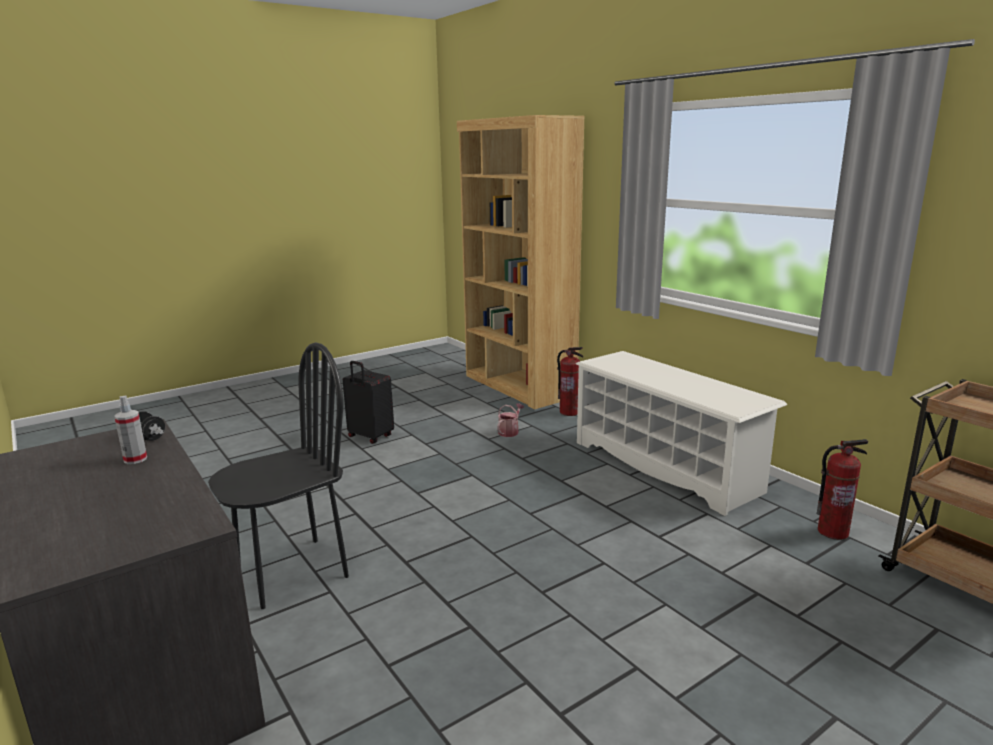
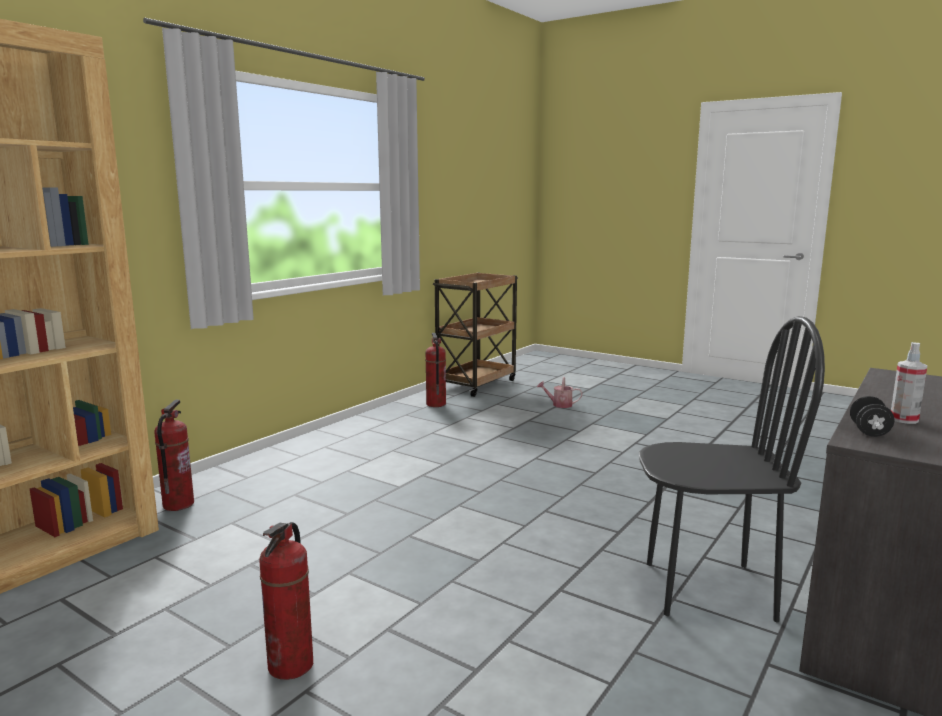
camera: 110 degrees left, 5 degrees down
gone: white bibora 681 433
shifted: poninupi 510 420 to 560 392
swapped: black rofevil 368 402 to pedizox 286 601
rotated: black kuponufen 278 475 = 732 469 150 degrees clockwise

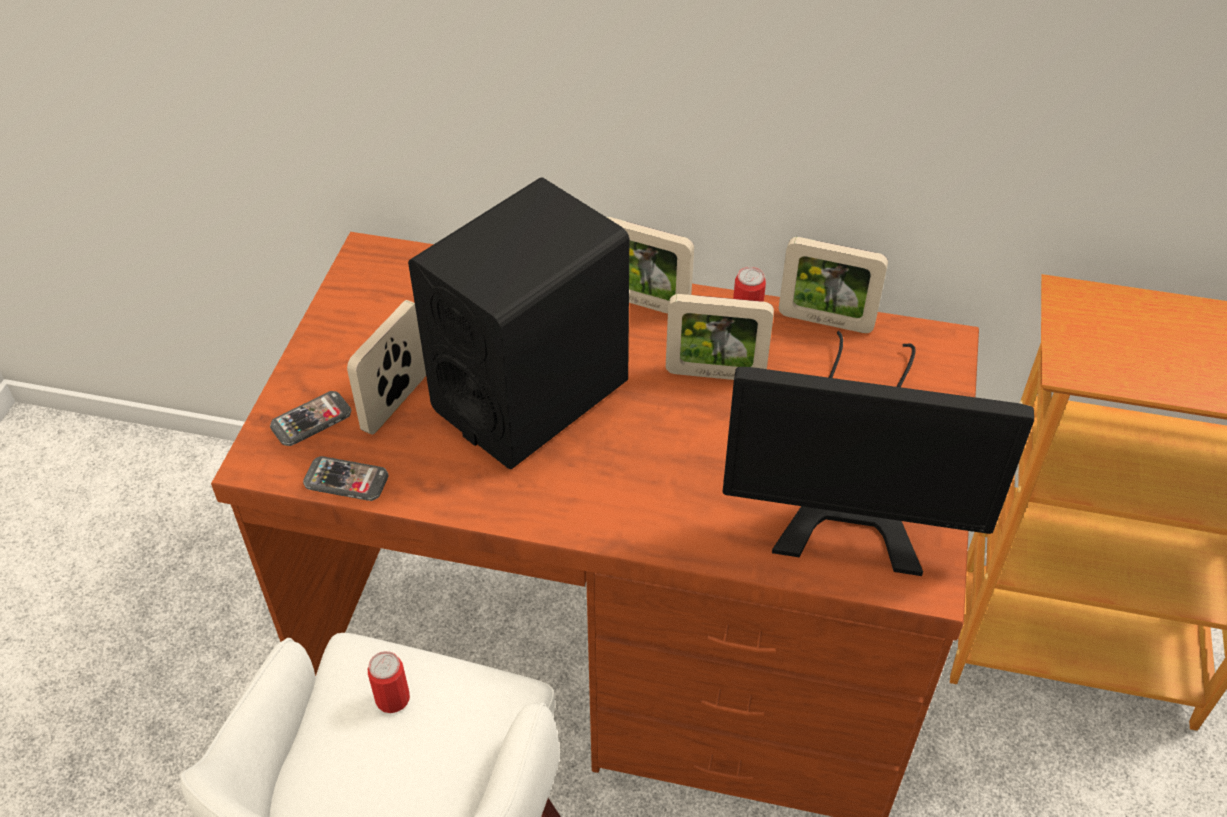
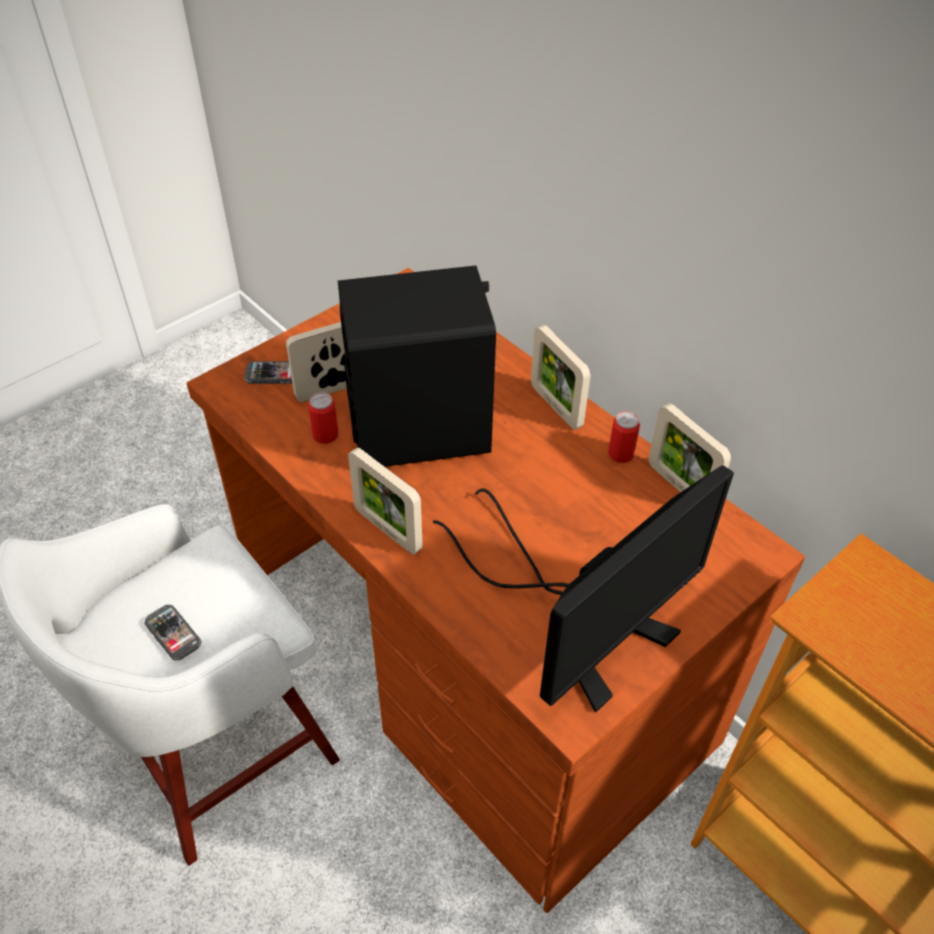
camera: 35 degrees right, 0 degrees up
shifted: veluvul 345 478 to 173 632; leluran 389 682 to 323 418; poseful 720 337 to 385 501
rotated: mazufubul 878 453 = 583 588 90 degrees counterclockwise

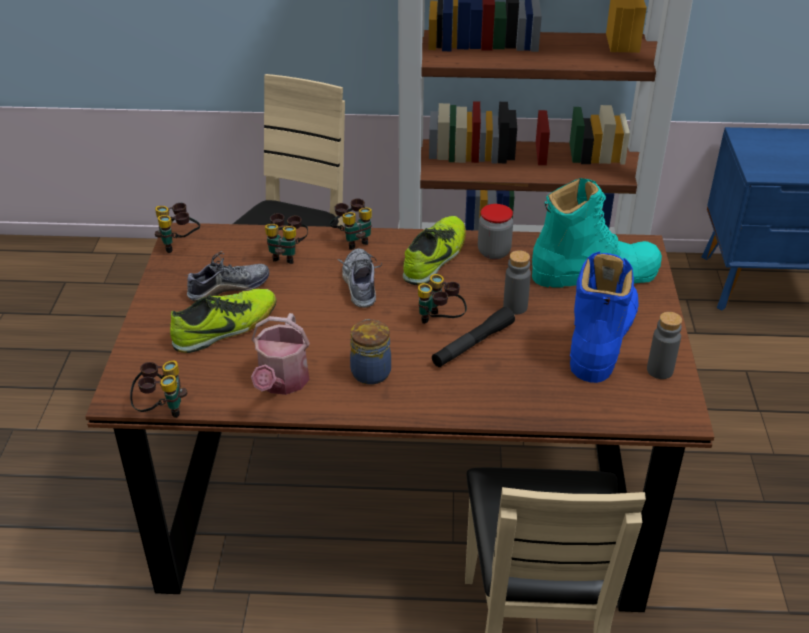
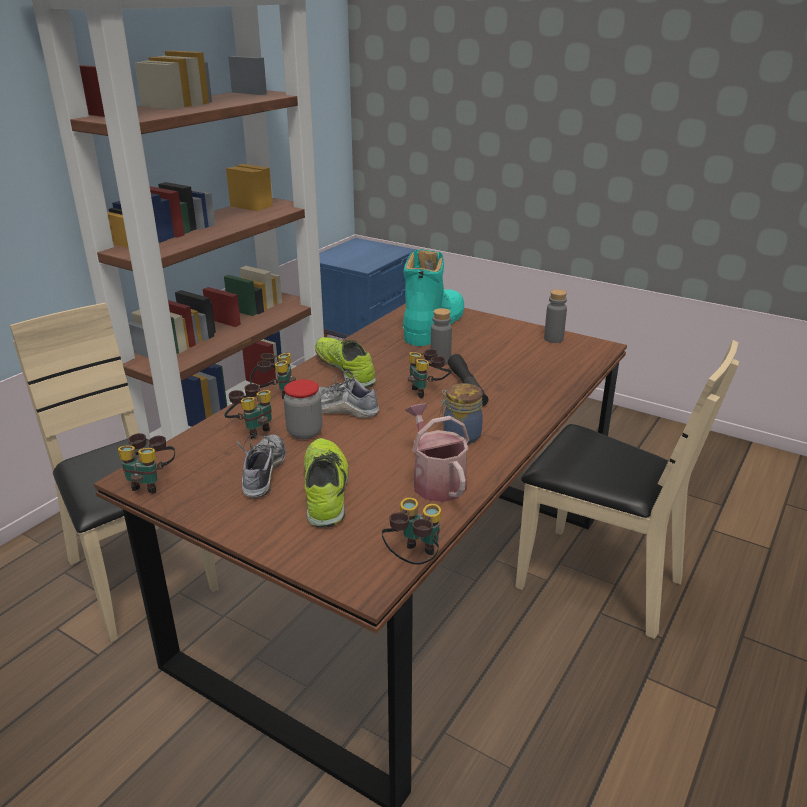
camera: 60 degrees left, 10 degrees down
gone: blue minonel 604 317
shifted: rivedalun 495 231 to 303 409
rotated: poninupi 280 354 = 437 452 150 degrees counterclockwise

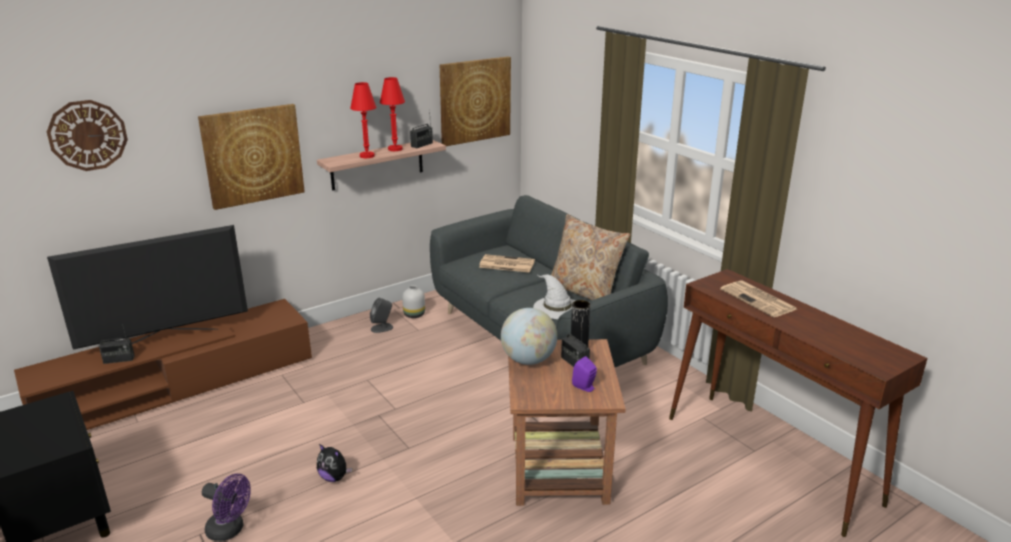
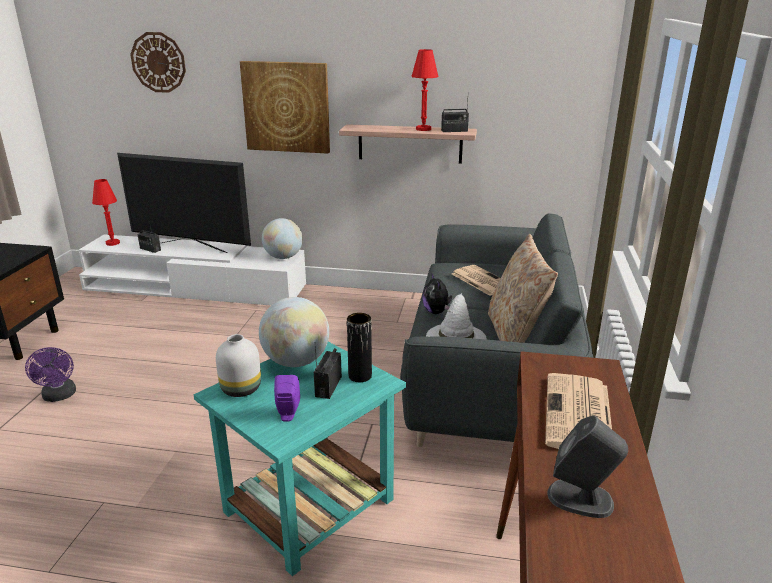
camera: 45 degrees right, 0 degrees up
gone: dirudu 475 101
new: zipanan 282 238
shifted: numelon 334 463 to 437 293; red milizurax 363 120 to 106 212; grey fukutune 381 315 to 587 467; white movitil 413 301 to 238 365
repainted: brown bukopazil 163 364 to white bukopazil 192 269; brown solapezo 567 422 to turquoise solapezo 299 459

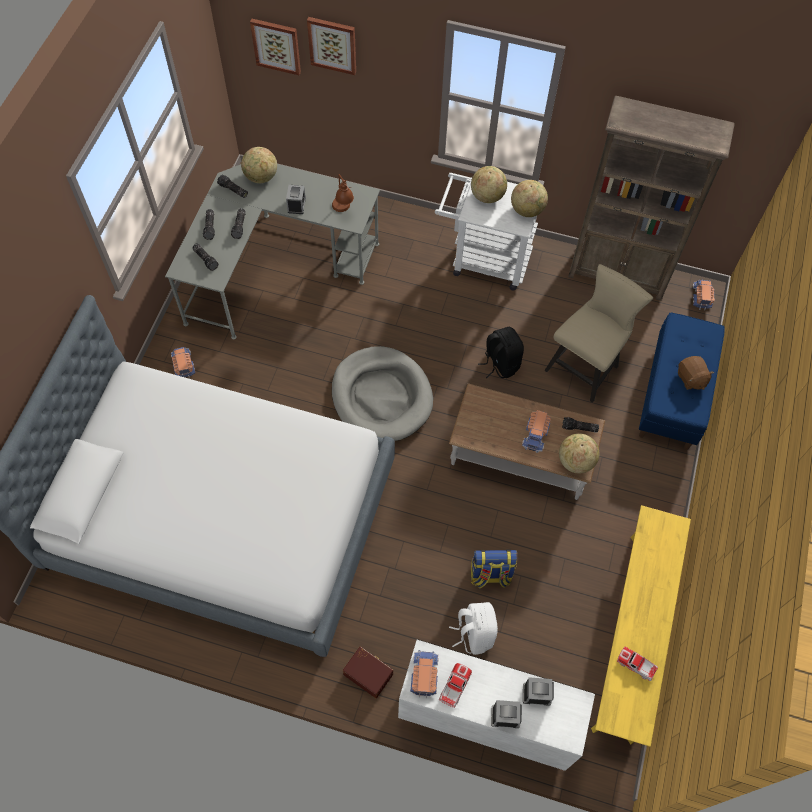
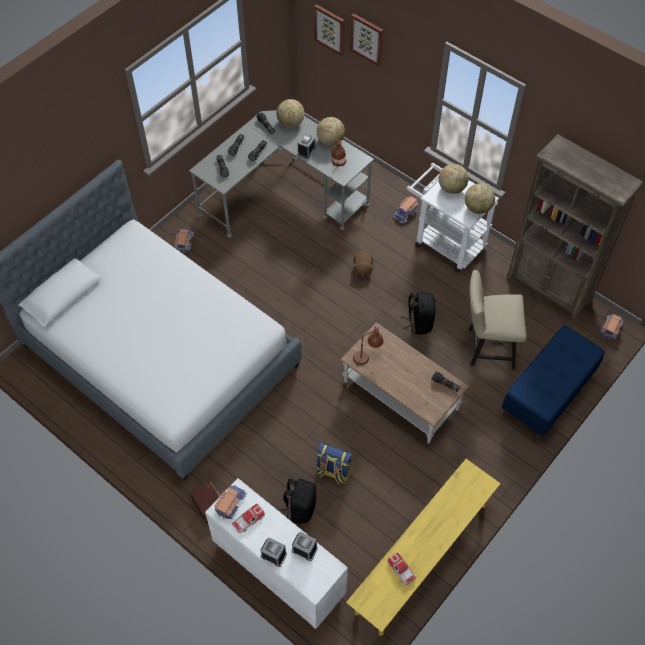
camera: 25 degrees right, 5 degrees down
gone: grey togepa 382 393
new: brown milizurax 368 346
shifted: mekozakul 536 431 to 405 209; zipanan 579 453 to 331 131; brown numelon 696 373 to 363 264
repainted: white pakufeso 473 628 to black pakufeso 297 501
rotated: beige kuponufen 599 333 = 498 320 150 degrees counterclockwise

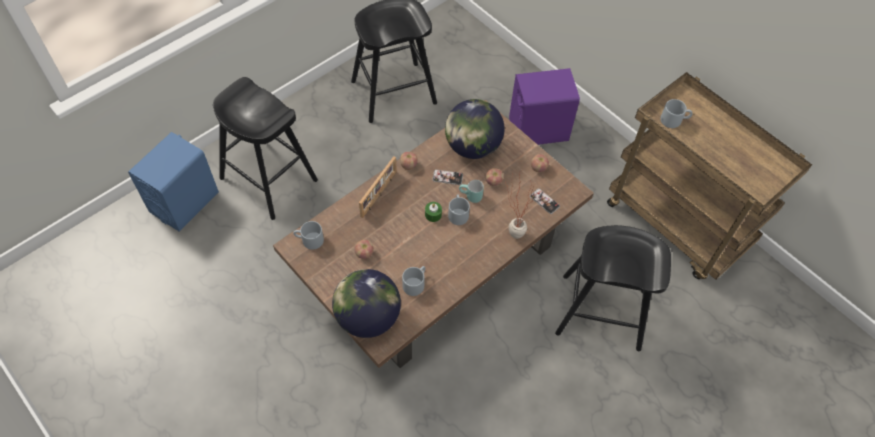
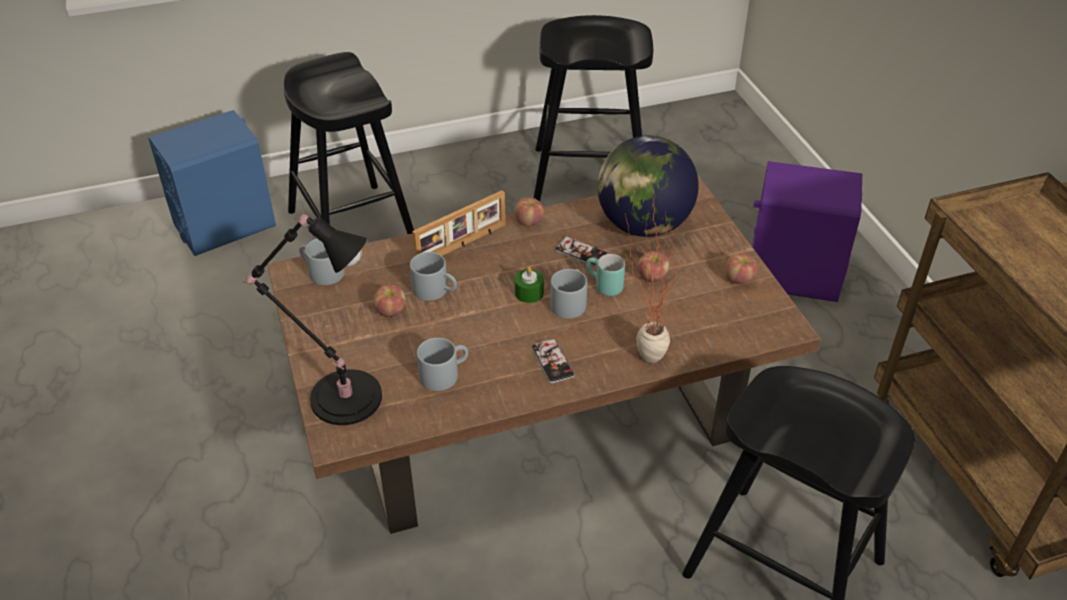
camera: 25 degrees right, 15 degrees down
shifted: veluvul 545 201 to 553 361; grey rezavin 676 113 to 433 276
swapped: zipanan 366 303 to black milizurax 312 319

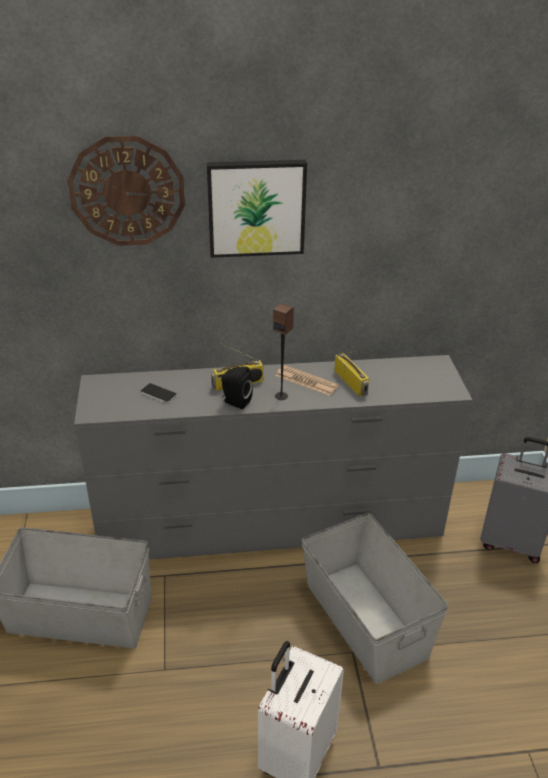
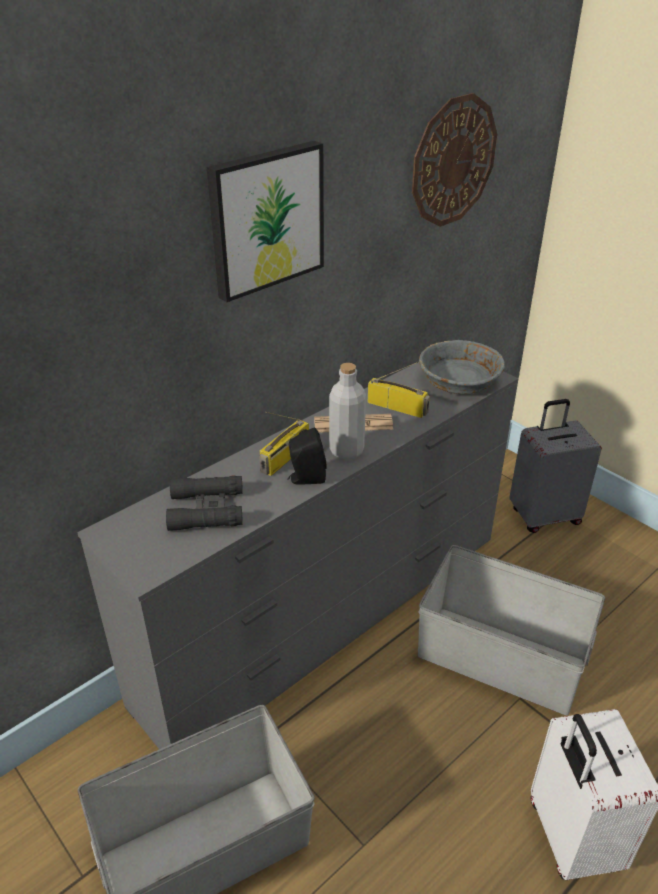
camera: 35 degrees left, 0 degrees up
new: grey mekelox 462 367
shifted: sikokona 126 191 to 454 160
swapped: veluvul 158 393 to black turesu 204 503; fukutune 283 351 to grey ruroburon 347 411

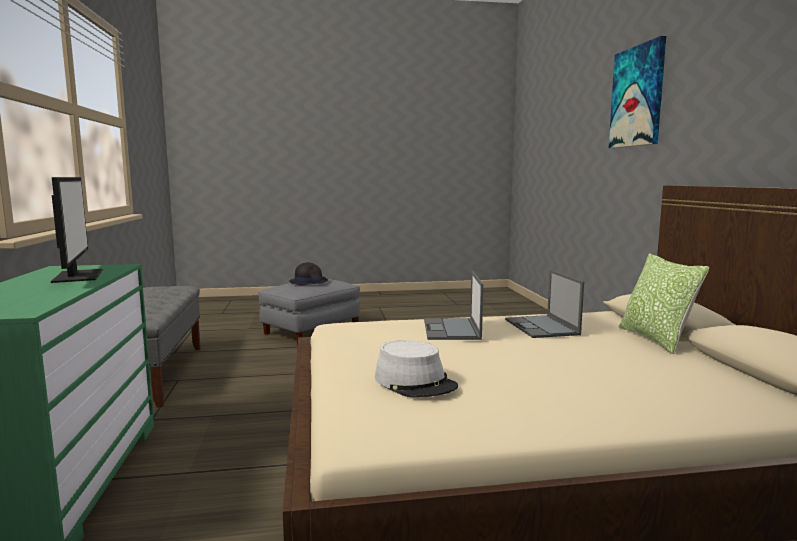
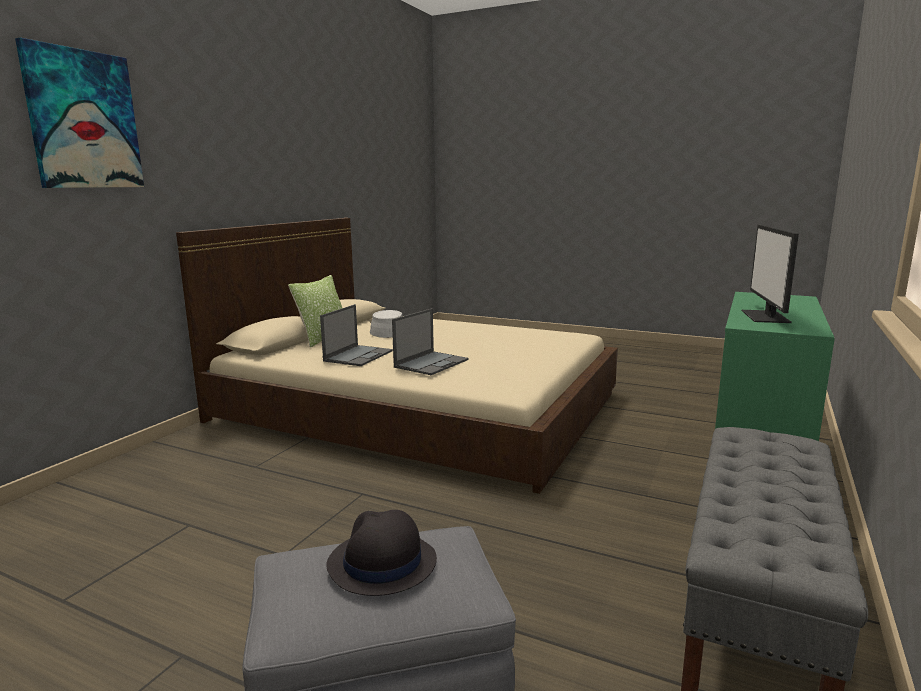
camera: 145 degrees left, 5 degrees up
shifted: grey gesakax 416 368 to 386 324

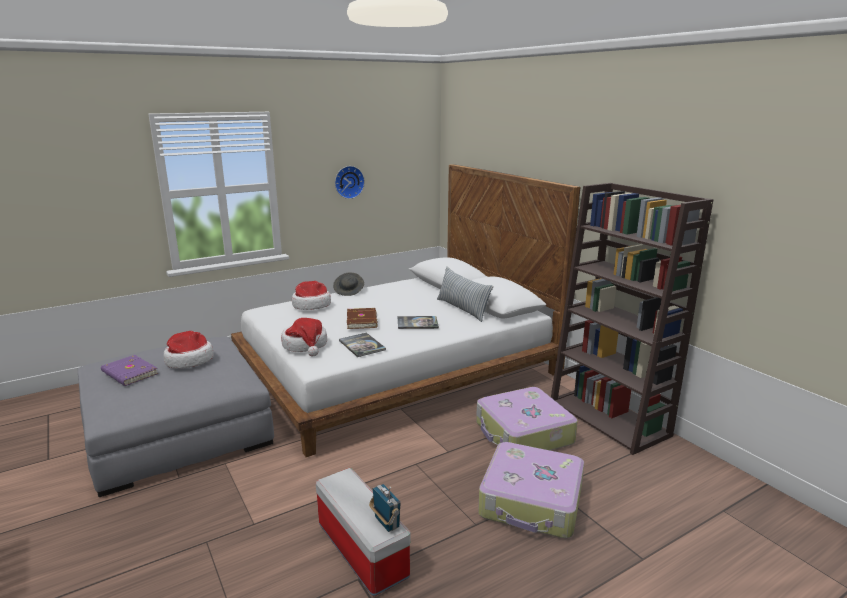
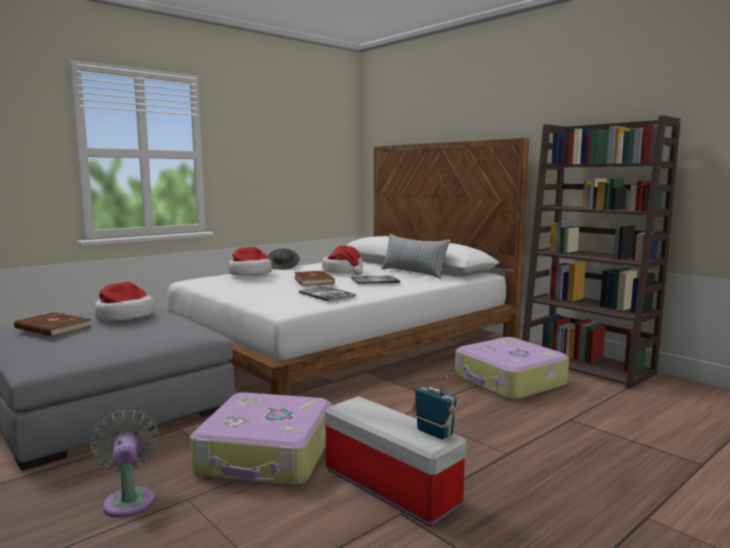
camera: 10 degrees left, 10 degrees down
gone: sikokona 350 182
new: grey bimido 125 464
shifted: gesakax 304 337 to 342 260; rofevil 531 490 to 261 439
repainted: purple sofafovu 130 370 to brown sofafovu 53 324

